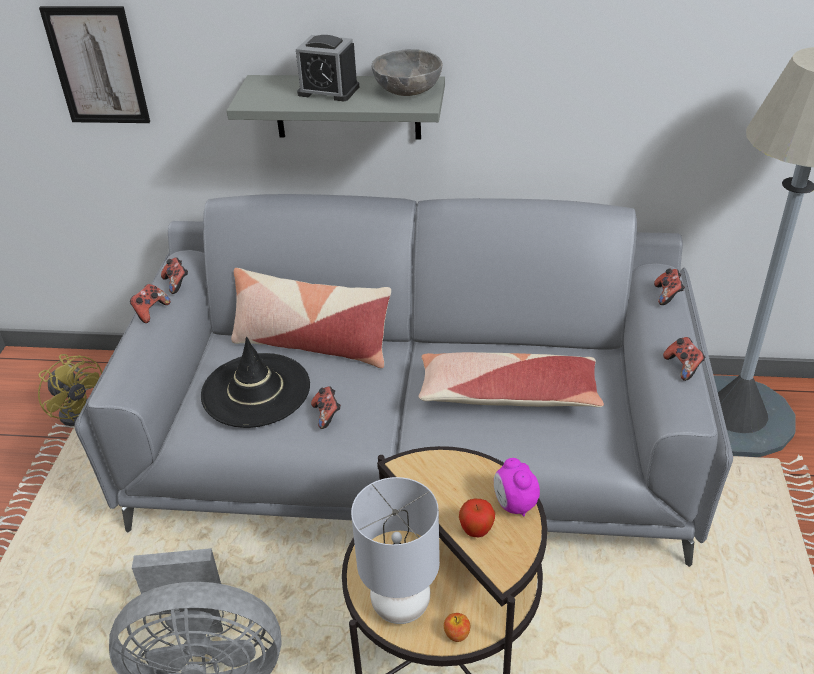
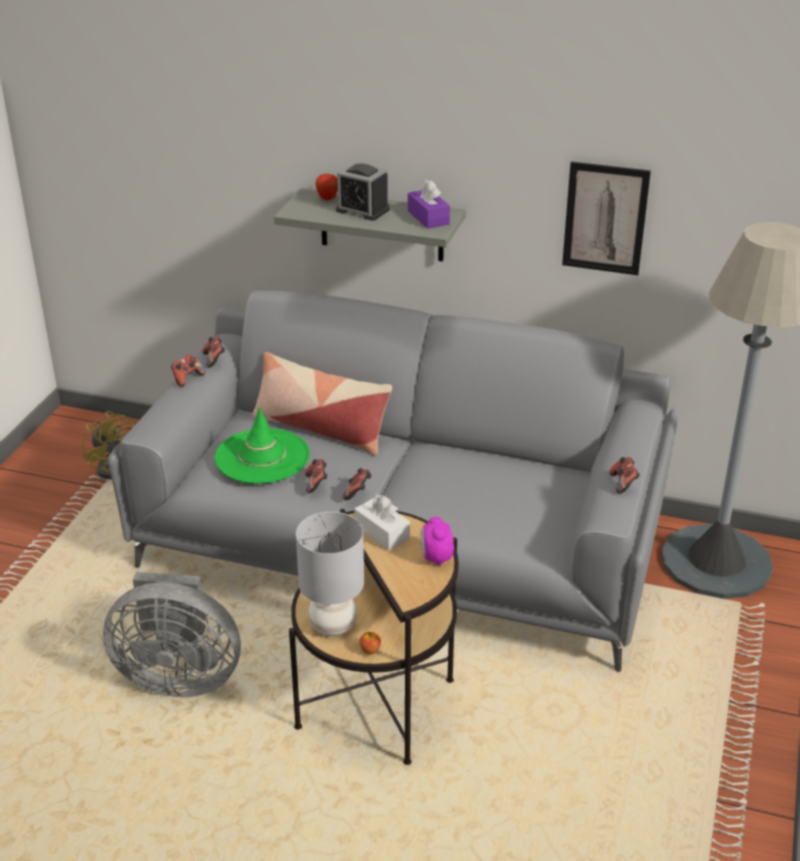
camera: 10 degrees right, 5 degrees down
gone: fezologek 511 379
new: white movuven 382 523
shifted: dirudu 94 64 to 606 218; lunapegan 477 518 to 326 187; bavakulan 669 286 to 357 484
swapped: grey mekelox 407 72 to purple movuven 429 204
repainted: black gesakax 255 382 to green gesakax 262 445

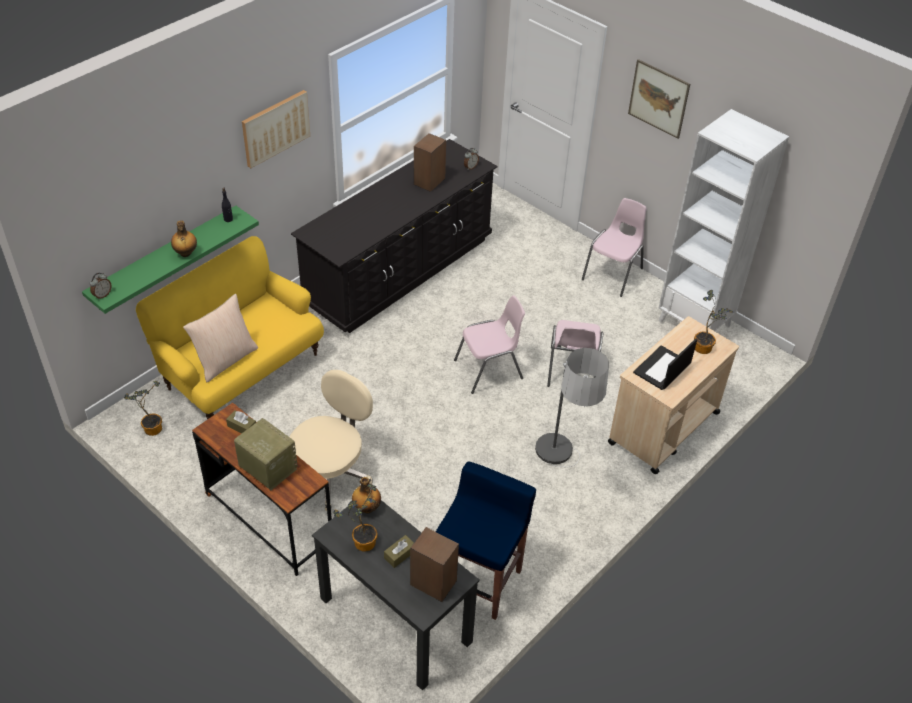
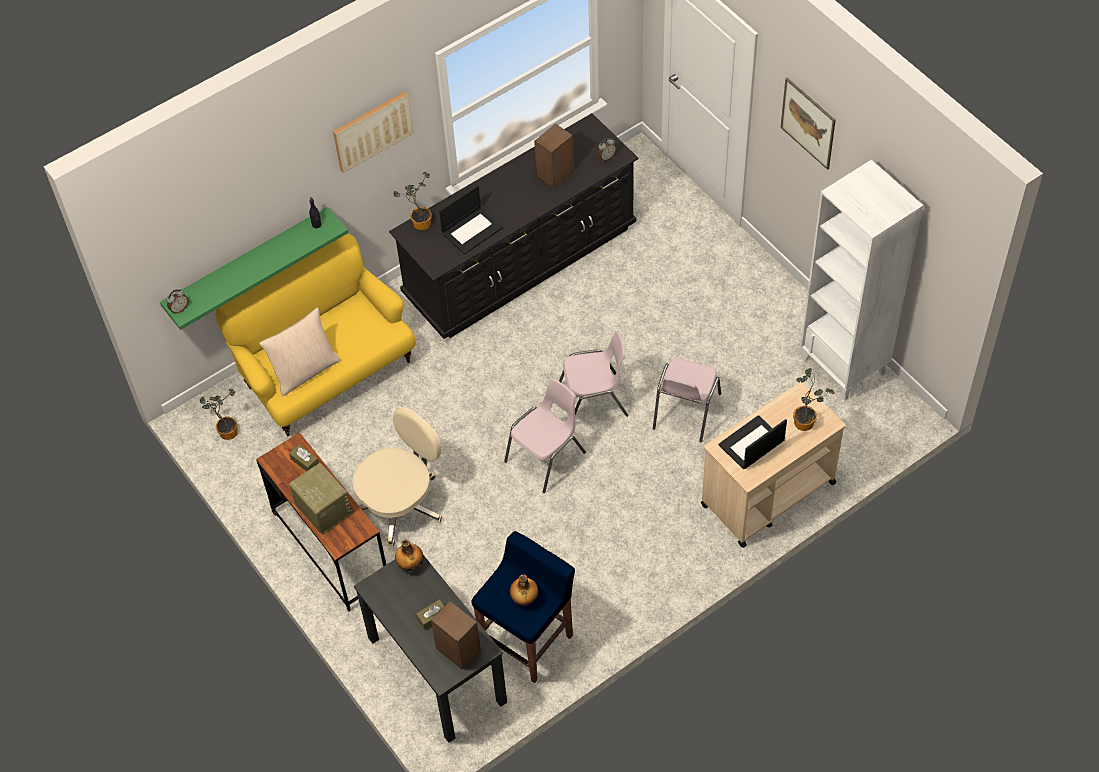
camera: 15 degrees right, 10 degrees up
gone: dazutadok 572 407
new: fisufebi 471 219
shifted: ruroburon 184 238 to 524 590; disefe 355 517 to 413 201; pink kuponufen 614 247 to 545 435

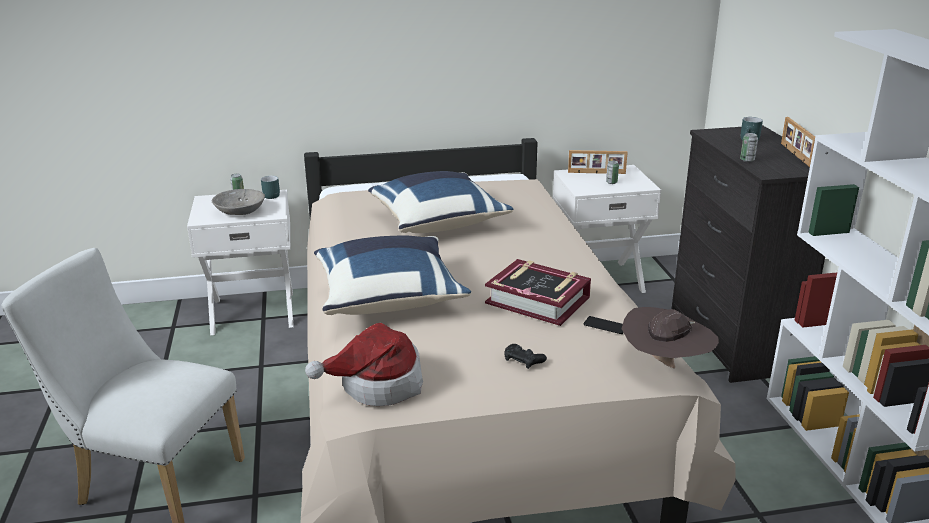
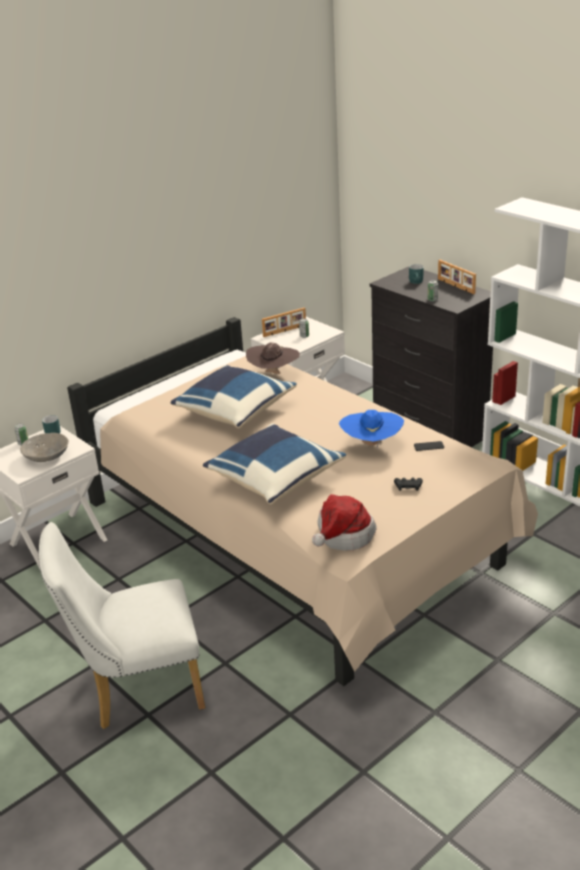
camera: 30 degrees left, 5 degrees up
shifted: brown gesakax 670 338 to 273 358
swapped: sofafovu 538 292 to blue gesakax 371 430

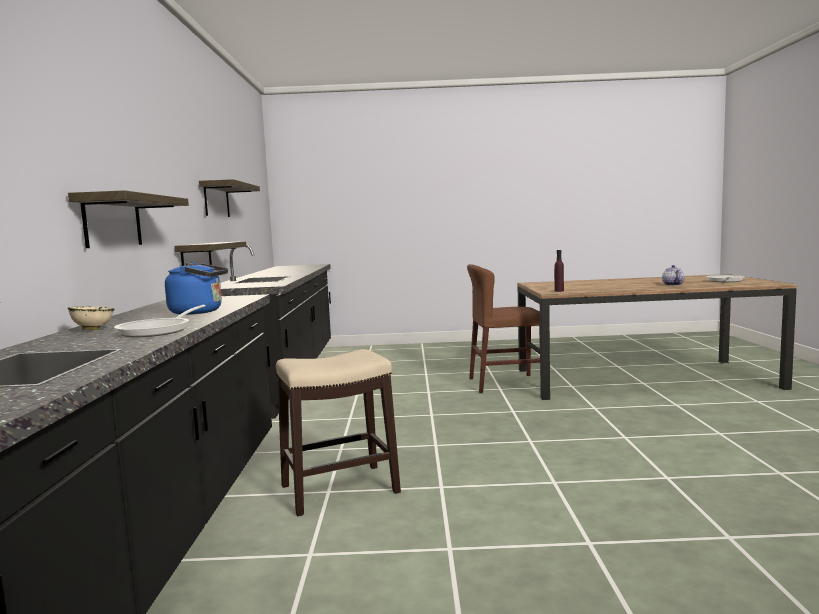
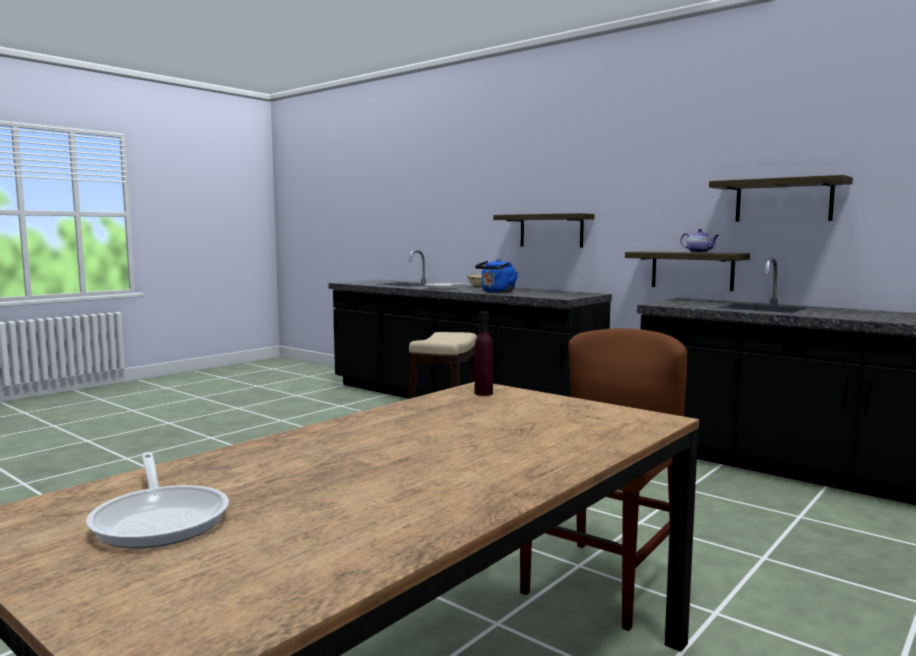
camera: 130 degrees right, 0 degrees up
shifted: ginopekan 673 275 to 699 241

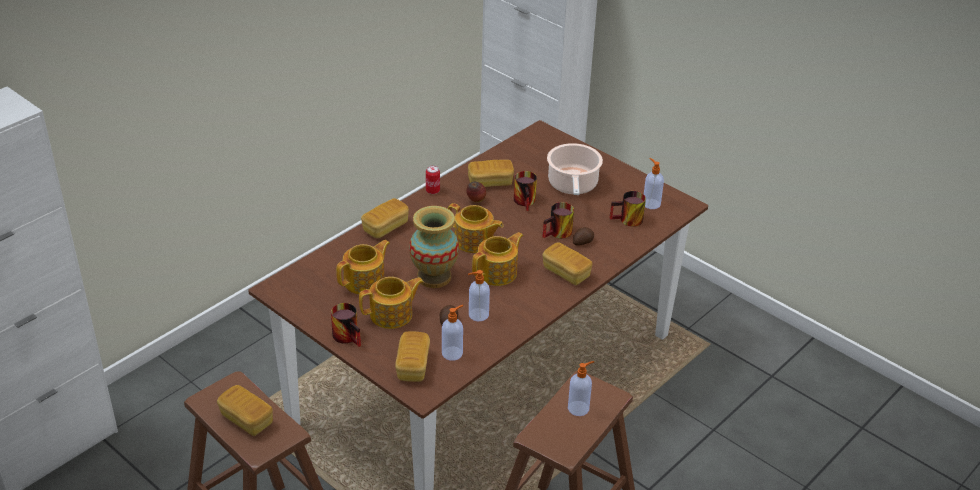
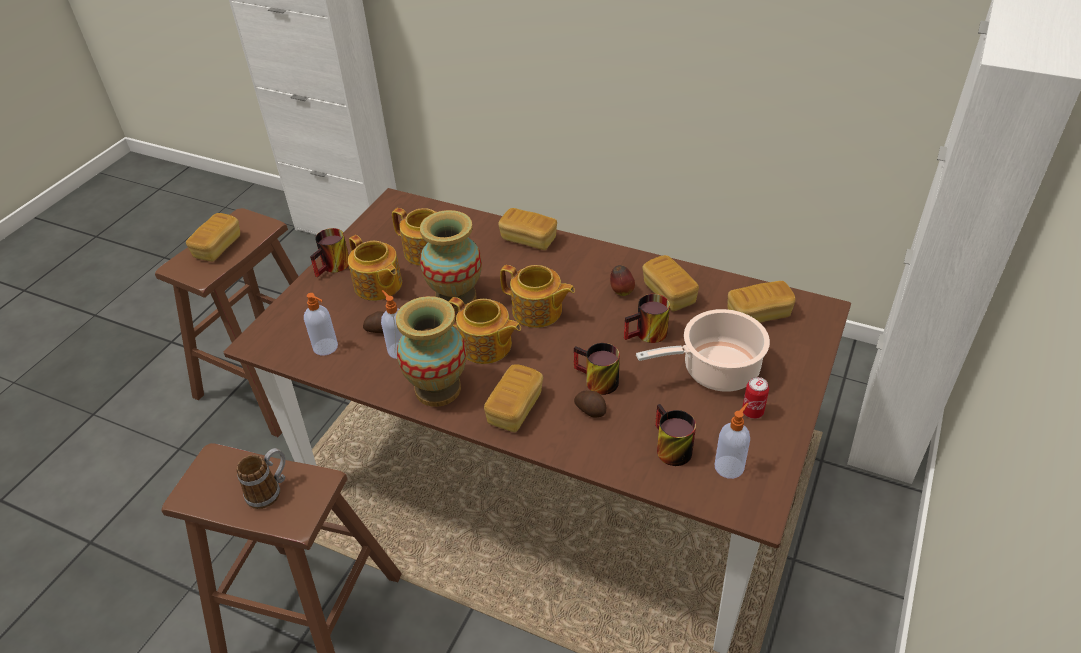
camera: 75 degrees right, 5 degrees up
new: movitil 431 351
shifted: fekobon 412 356 to 762 302; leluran 433 180 to 755 398
swapped: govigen 581 388 to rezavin 260 478
rotated: ginopekan 476 228 = 537 296 75 degrees counterclockwise

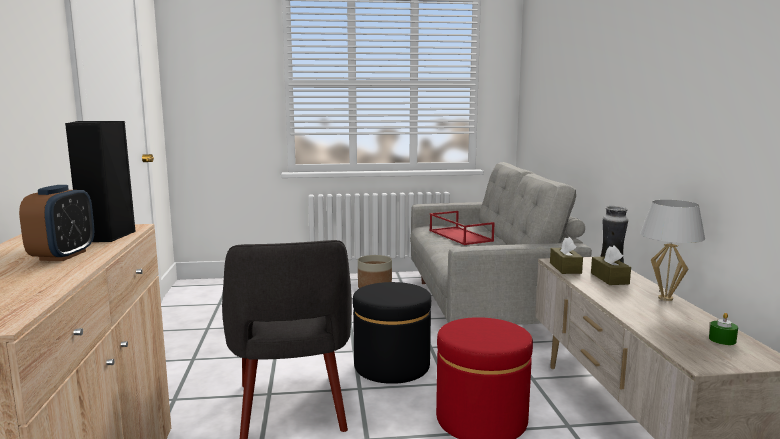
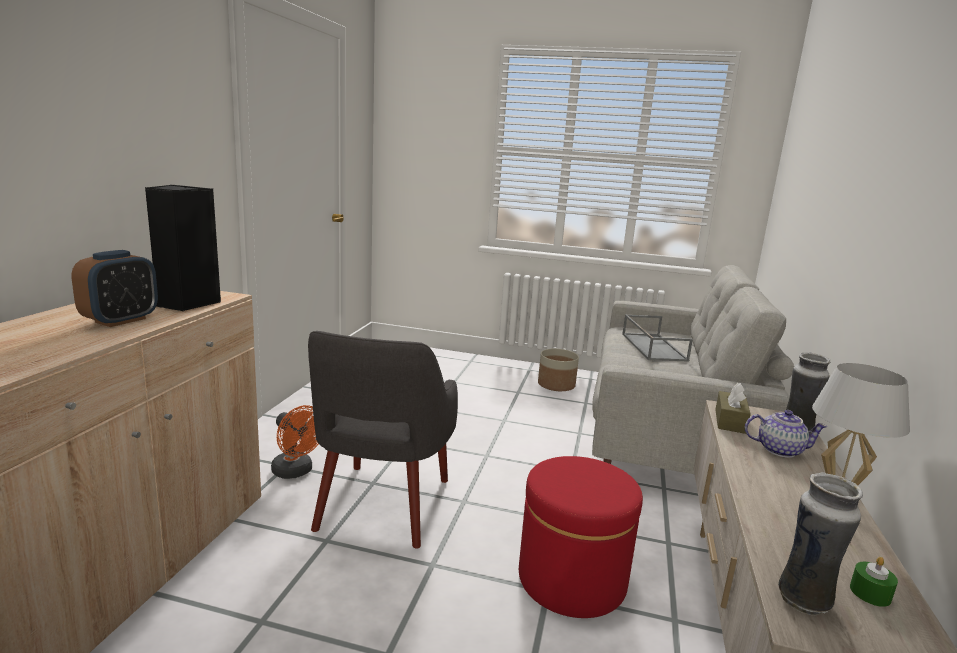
camera: 20 degrees right, 5 degrees up
gone: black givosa 392 333
new: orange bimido 295 442; movitil 820 544
swapped: brown movuven 611 265 to ginopekan 786 434
repainted: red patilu 462 228 to grey patilu 657 338

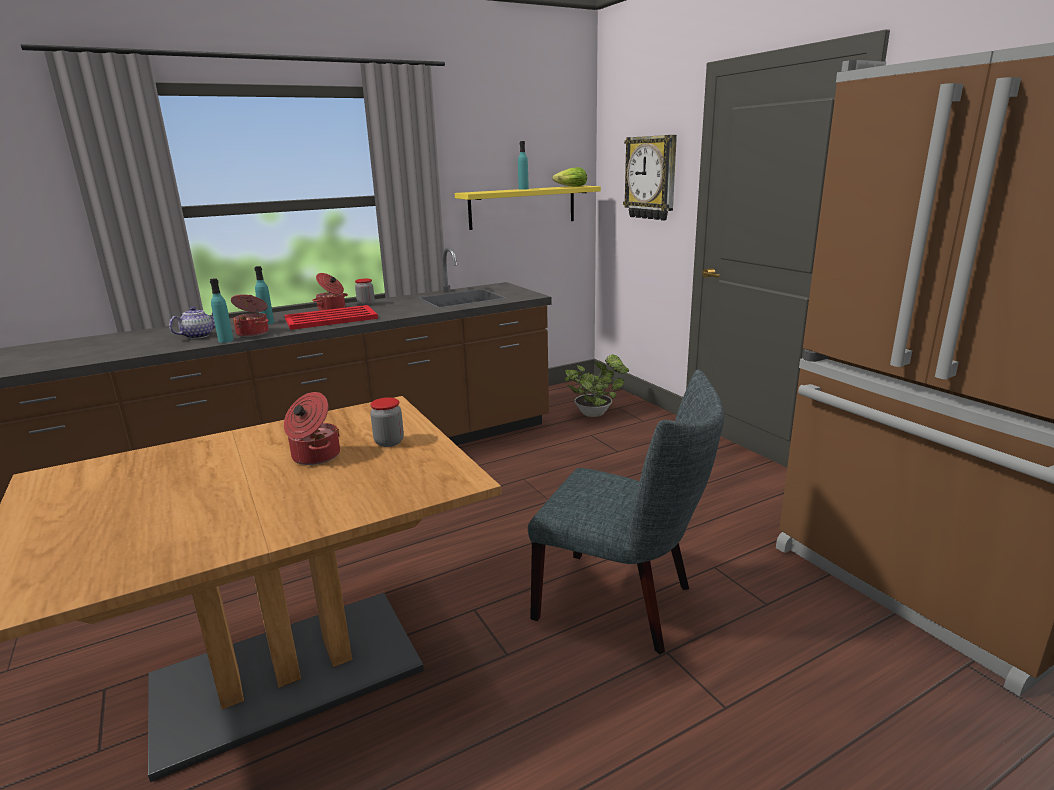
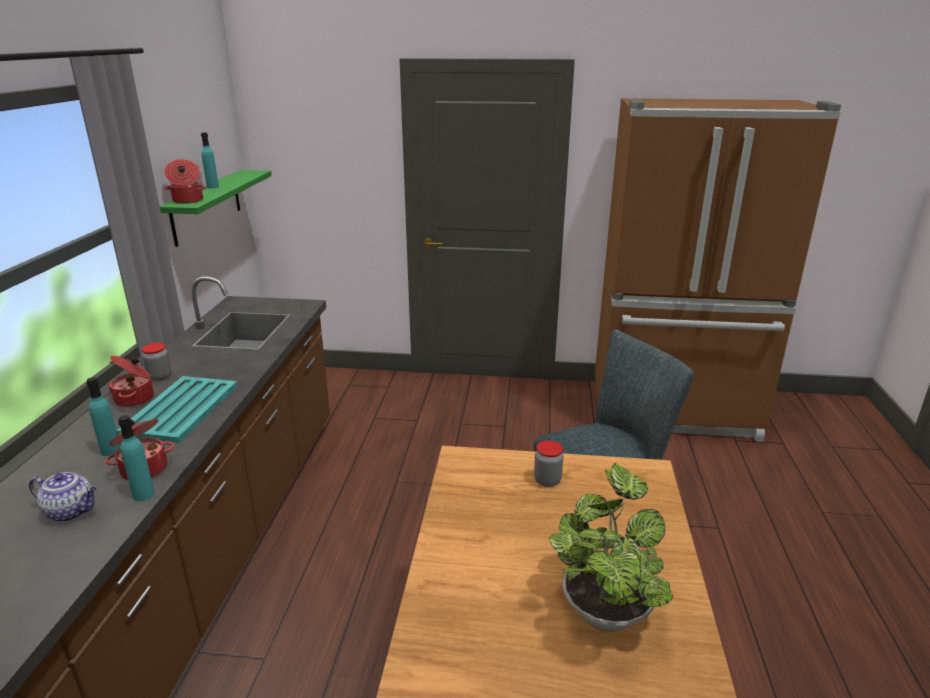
camera: 55 degrees left, 5 degrees up
gone: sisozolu 569 177; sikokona 650 178
shifted: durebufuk 312 428 to 185 181; disefe 596 385 to 611 547
repainted: red patilu 331 317 to turquoise patilu 176 409; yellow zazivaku 528 208 to green zazivaku 216 208
rotated: ginopekan 192 323 = 63 497 120 degrees clockwise

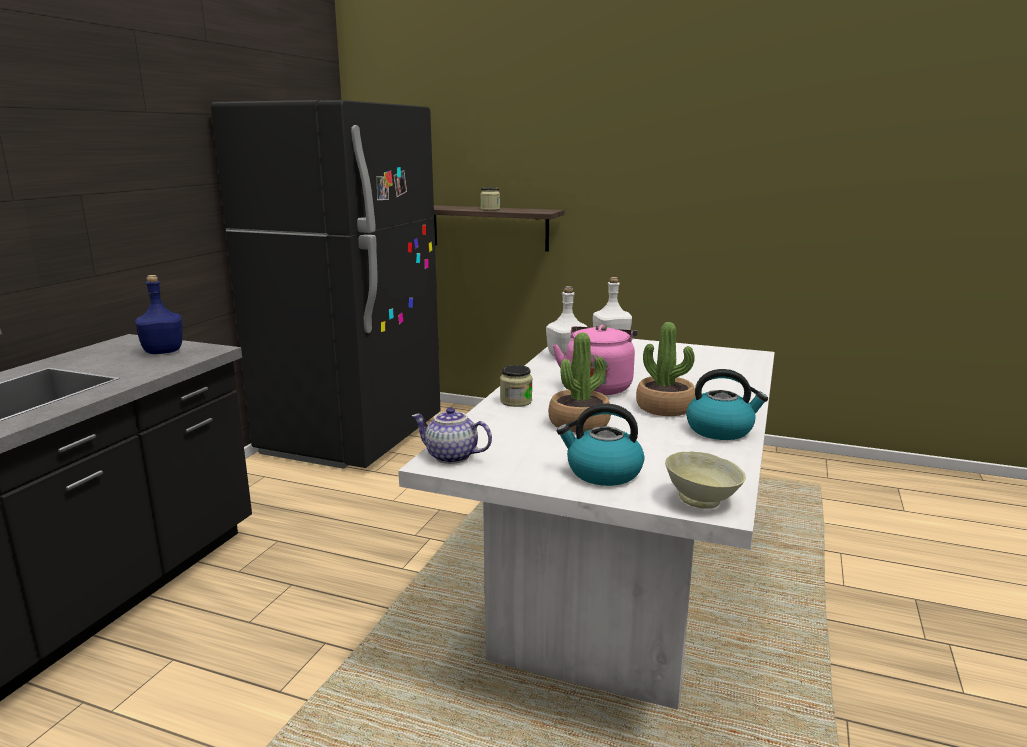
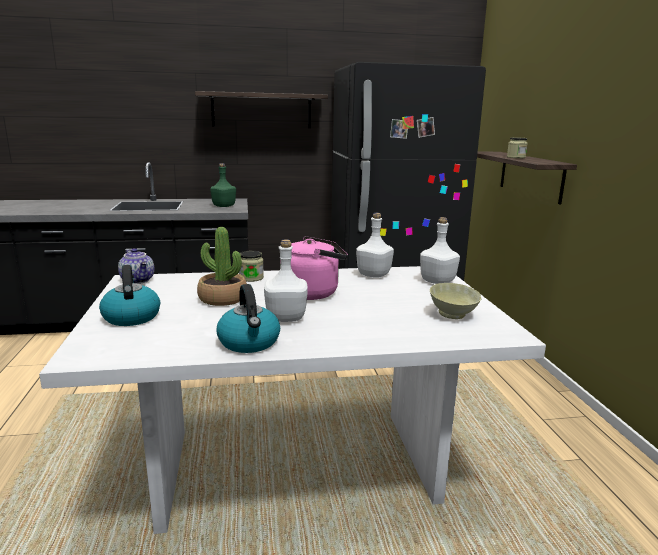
camera: 60 degrees right, 0 degrees up
new: zazivaku 261 109
shifted: beige mekelox 705 480 to 456 301
swapped: disefe 666 369 to white ruroburon 286 280
repainted: blue ruroburon 159 314 to green ruroburon 223 185
rotated: ginopekan 452 435 = 136 266 150 degrees clockwise

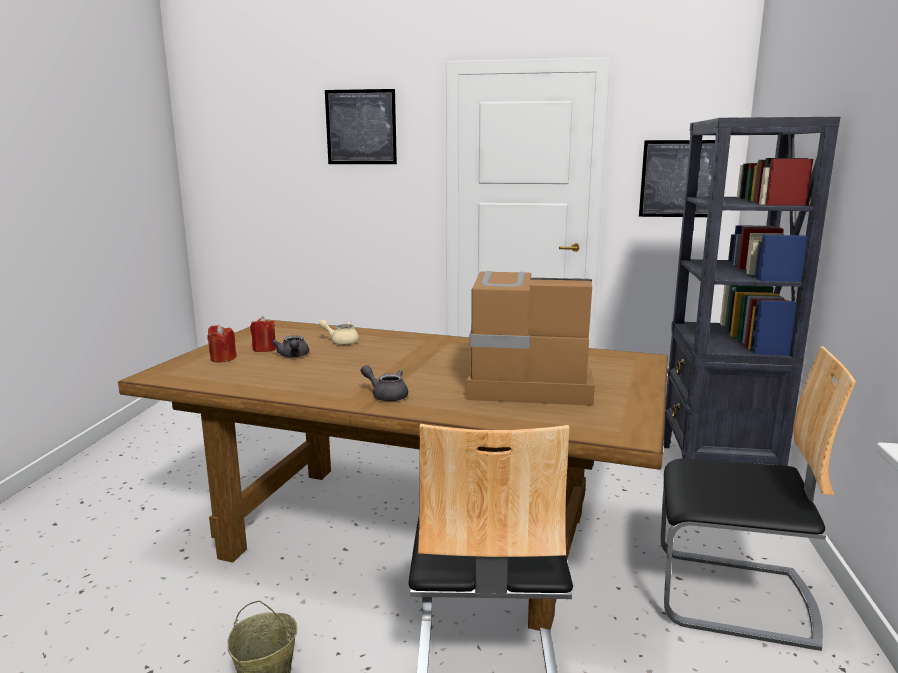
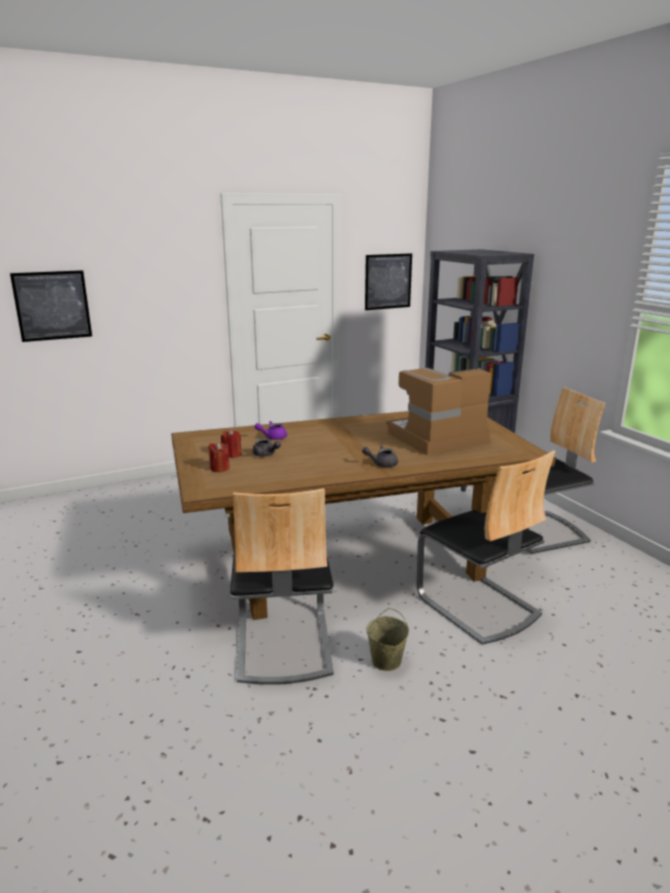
camera: 35 degrees left, 5 degrees up
new: kuponufen 282 586
shifted: dirudu 361 126 to 51 306
repainted: beige ginopekan 339 332 to purple ginopekan 270 430

